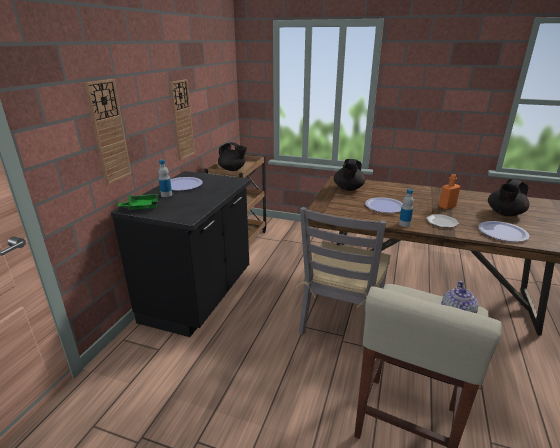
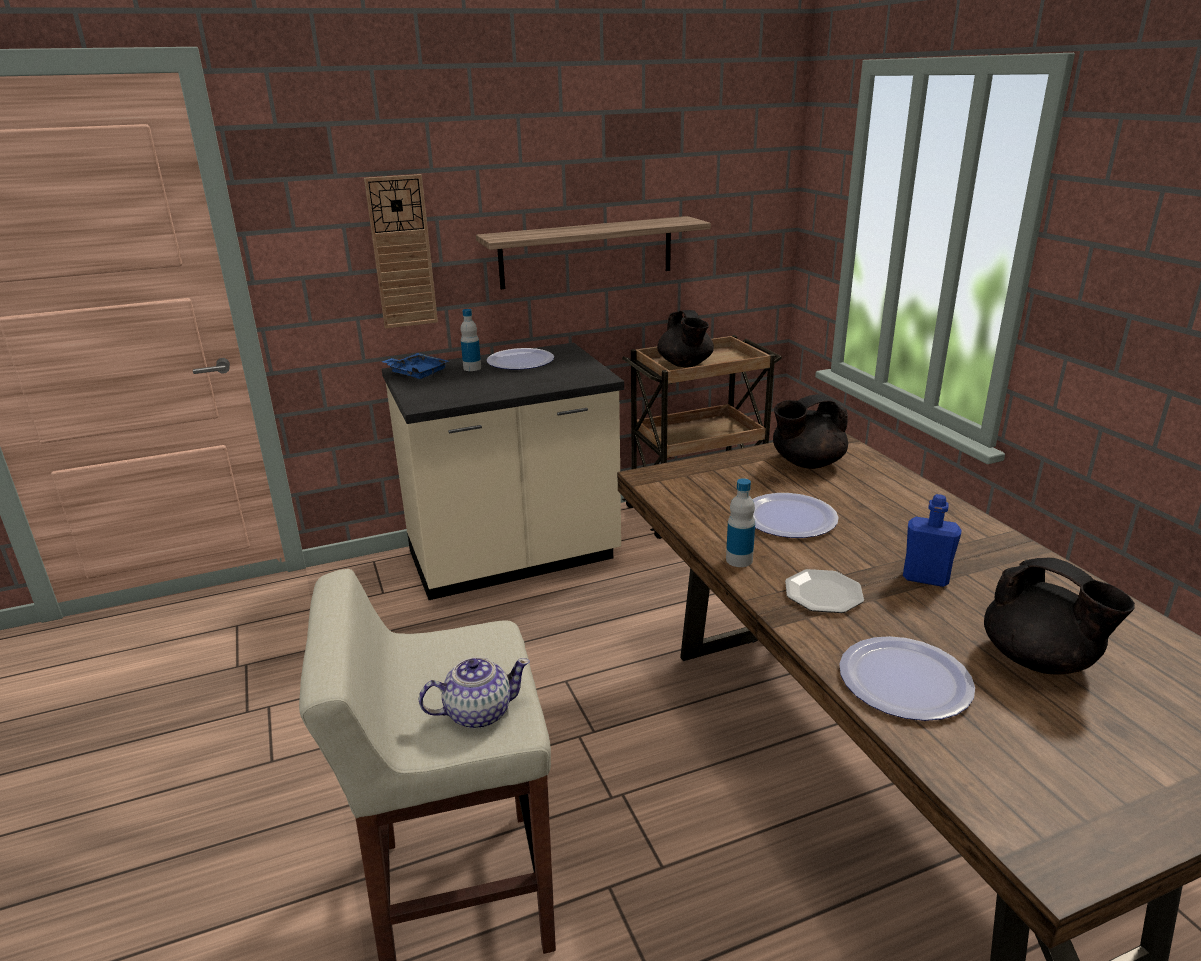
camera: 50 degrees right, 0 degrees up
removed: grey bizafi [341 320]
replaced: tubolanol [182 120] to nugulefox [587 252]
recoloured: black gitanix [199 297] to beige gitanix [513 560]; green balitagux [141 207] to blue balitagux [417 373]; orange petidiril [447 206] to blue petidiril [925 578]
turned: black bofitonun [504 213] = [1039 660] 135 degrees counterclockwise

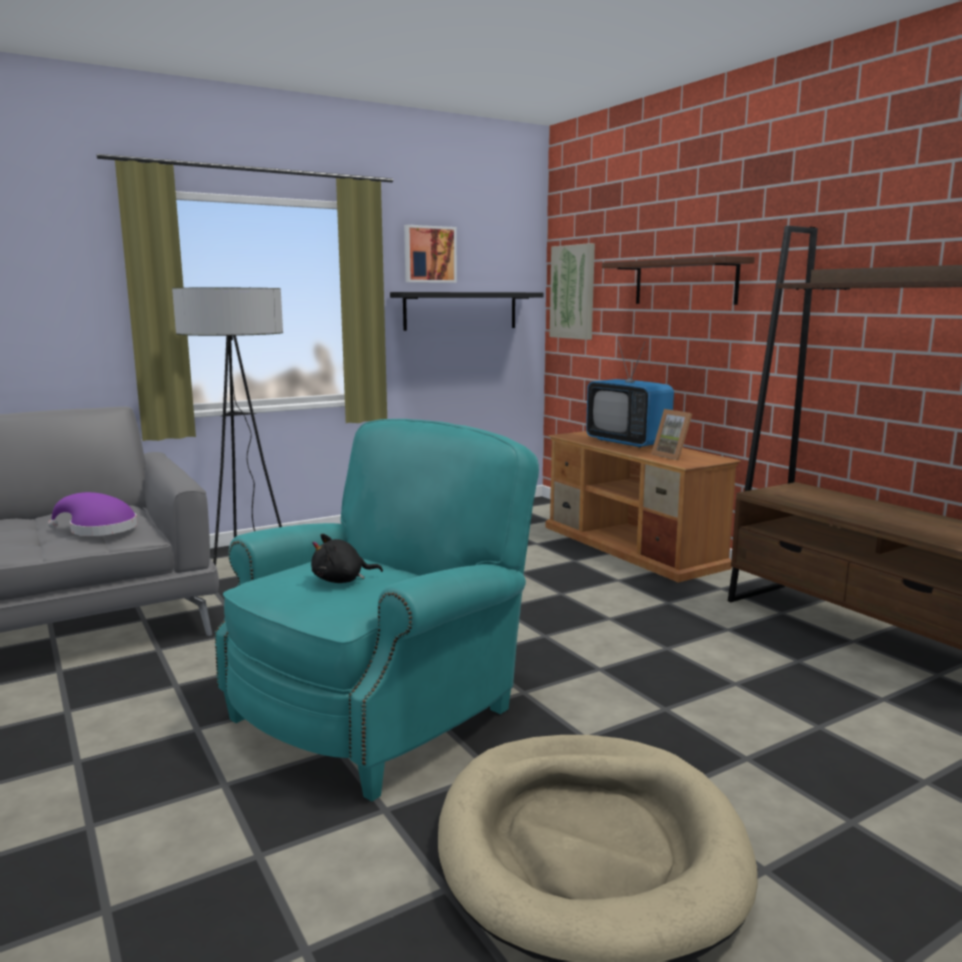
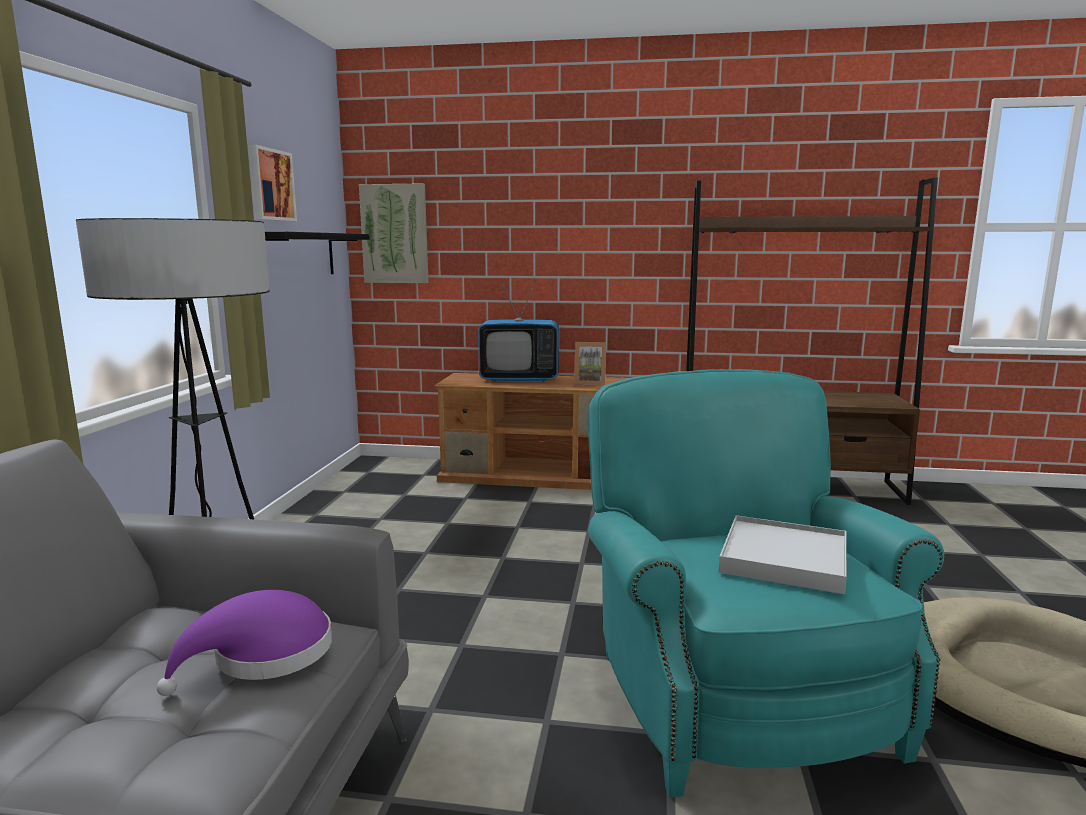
camera: 50 degrees left, 0 degrees up
removed: brown nugulefox [684 282]
replaced: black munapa [342 580] to white balitagux [784 559]

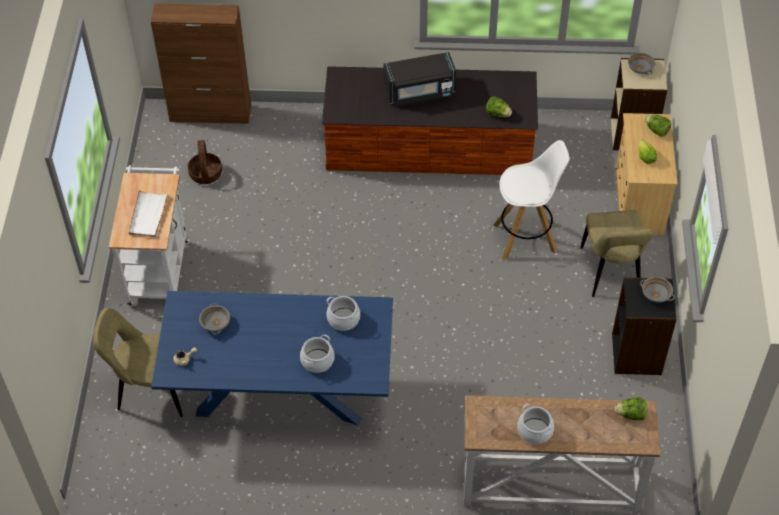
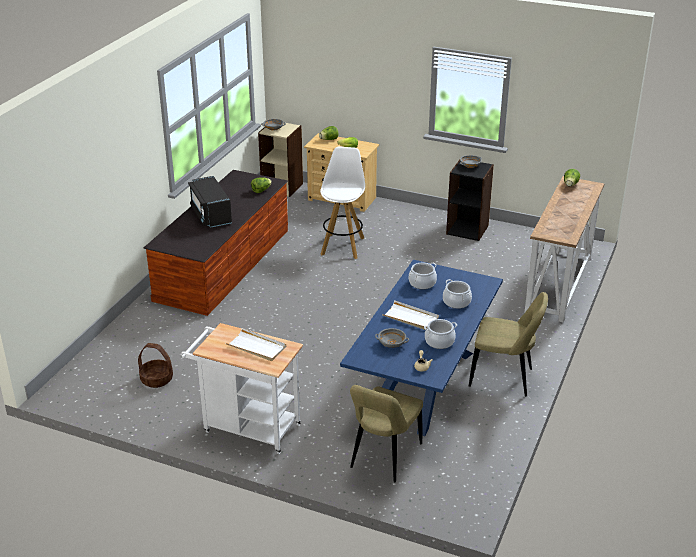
camera: 70 degrees left, 20 degrees down
removed: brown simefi [211 113]
added: white balitagux [411 318]
moved: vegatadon [535 431] to [439 341]; beige bizafi [611 273] to [504 378]
turned: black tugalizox [419 92] = [211 214] 150 degrees clockwise

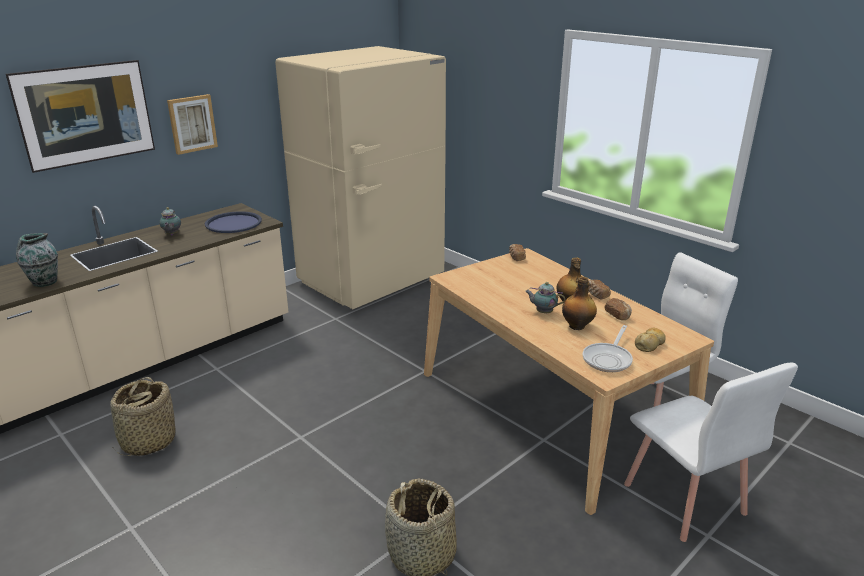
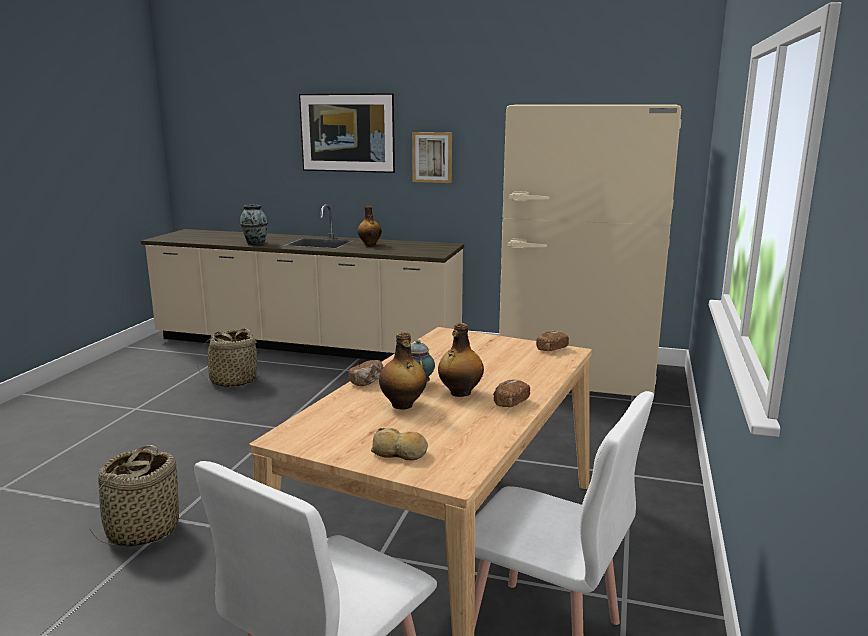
camera: 60 degrees right, 10 degrees down
removed: blue balitagux [233 223]; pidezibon [608 359]
moved: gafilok [617 315] to [367 381]
replaced: bofitonun [172 234] to petidiril [370 244]

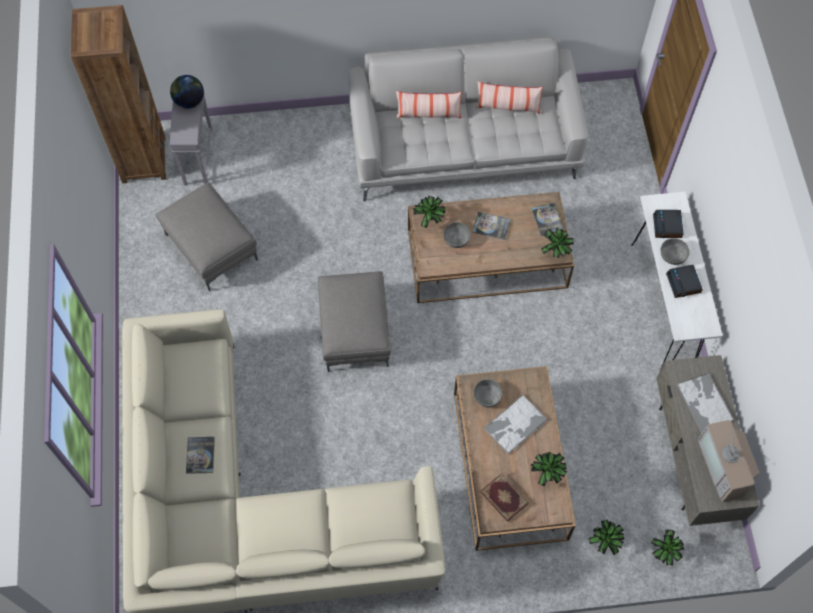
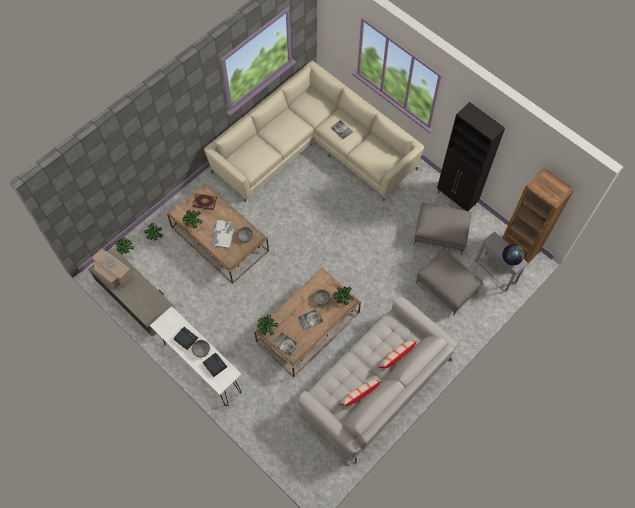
camera: 140 degrees right, 0 degrees up
removed: balitagux [704 402]
added: black simefi [456 199]
moved: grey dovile [354 330] to [447 287]

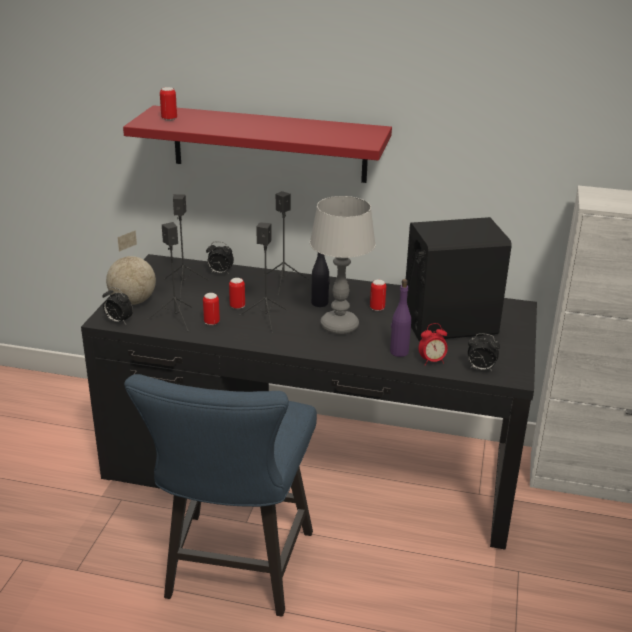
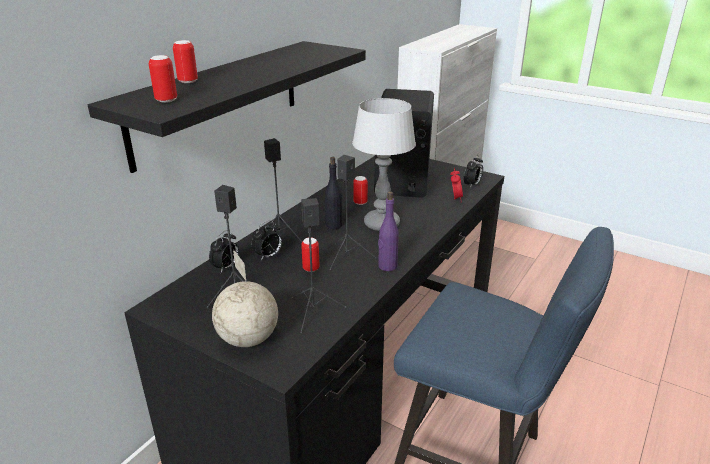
camera: 70 degrees left, 0 degrees up
moved: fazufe [118 321] to [268 256]; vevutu [211 322] to [188 81]; purple petidiril [399 352] to [387 266]
recoloured: red nugulefox [269 144] to black nugulefox [219 101]

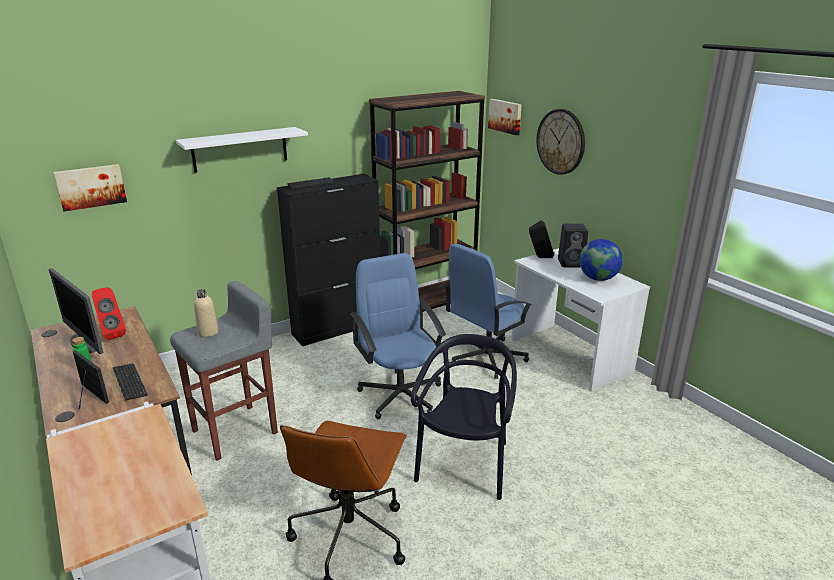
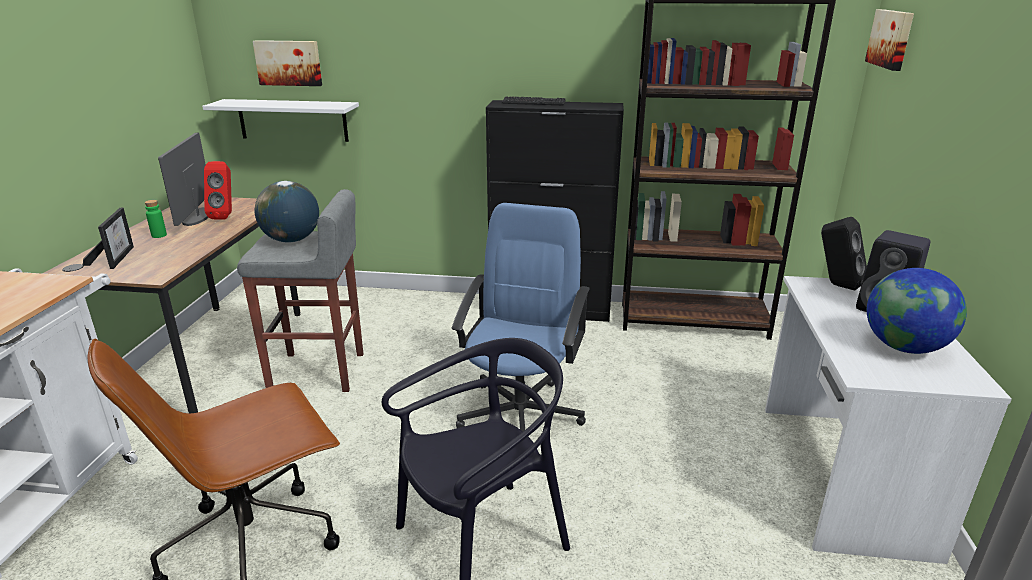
camera: 40 degrees right, 0 degrees up
removed: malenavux [130 382]; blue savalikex [486 357]; tubolanol [561 142]
moved: white nugulefox [240 149] to [293 120]
replaced: beige petidiril [208 332] to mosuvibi [292 240]

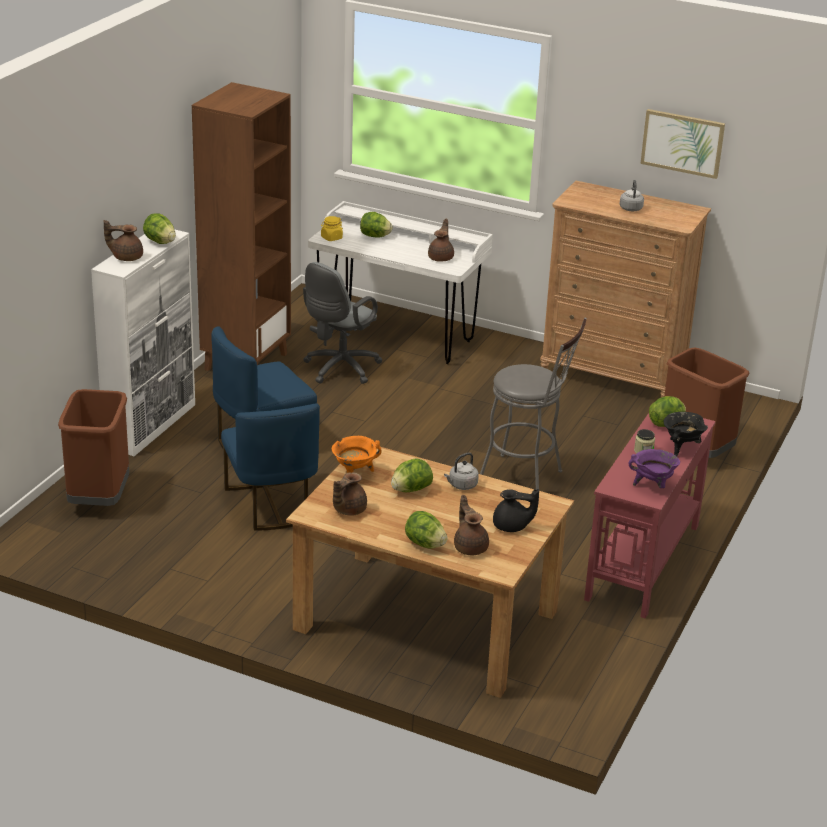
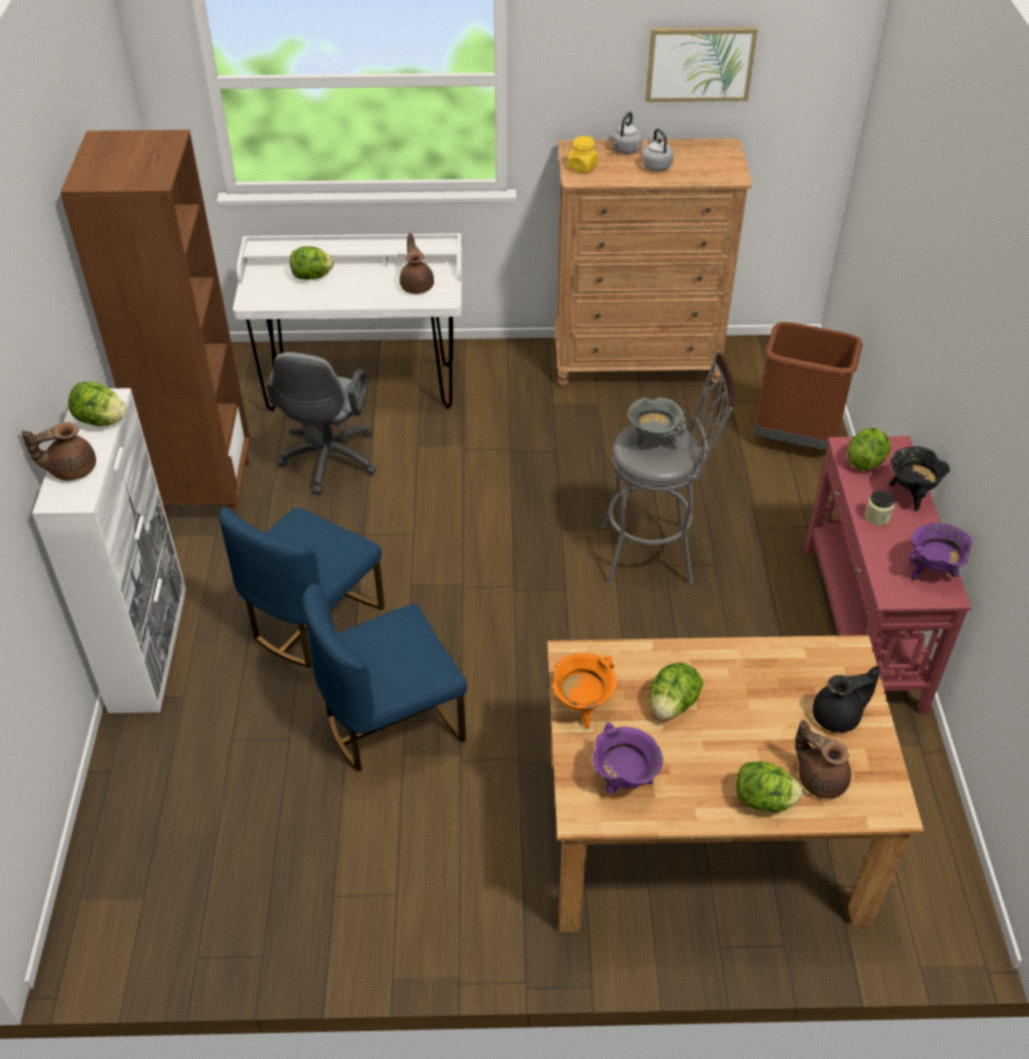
camera: 25 degrees left, 15 degrees up
removed: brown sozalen [99 498]
added: grey vegatadon [653 442]
moved: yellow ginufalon [331 238] to [582 167]; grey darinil [461 485] to [625 150]
replaced: brown bofitonun [348 510] to purple vegatadon [623 780]
turned: blue bizafi [271 505] = [391 722] 105 degrees clockwise

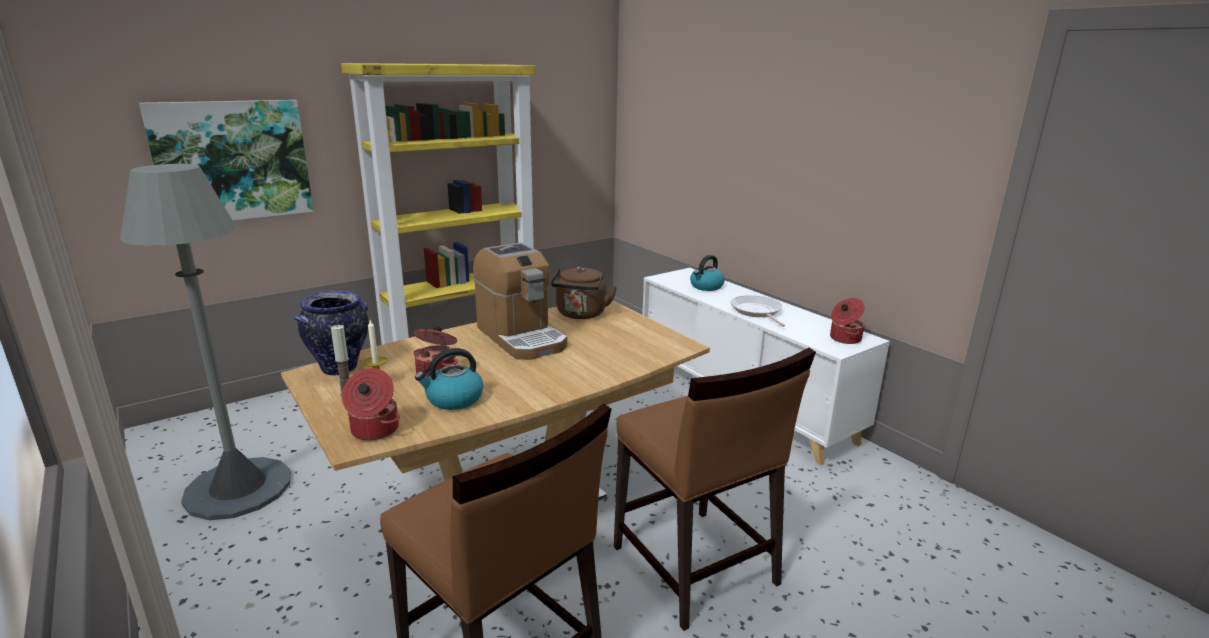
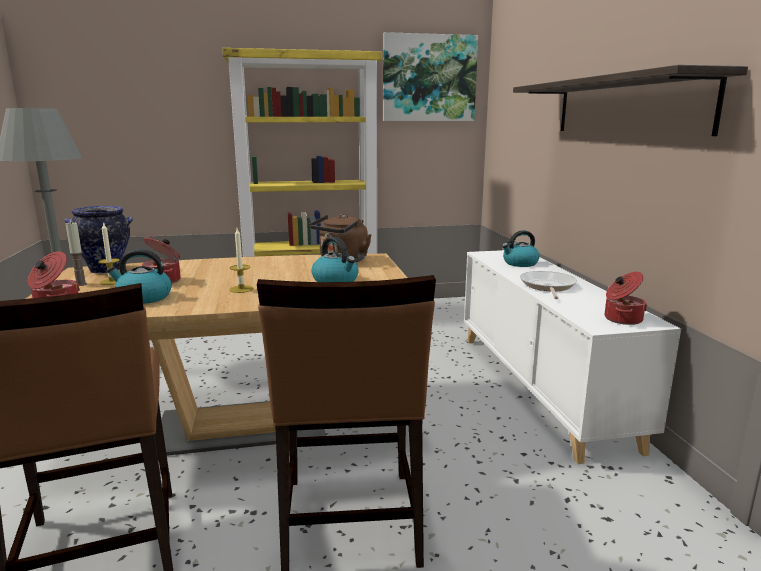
camera: 25 degrees right, 5 degrees down
removed: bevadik [521 337]
added: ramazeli [241 289]; darinil [336 281]; nugulefox [626 106]
moved: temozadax [232 161] to [429 78]

